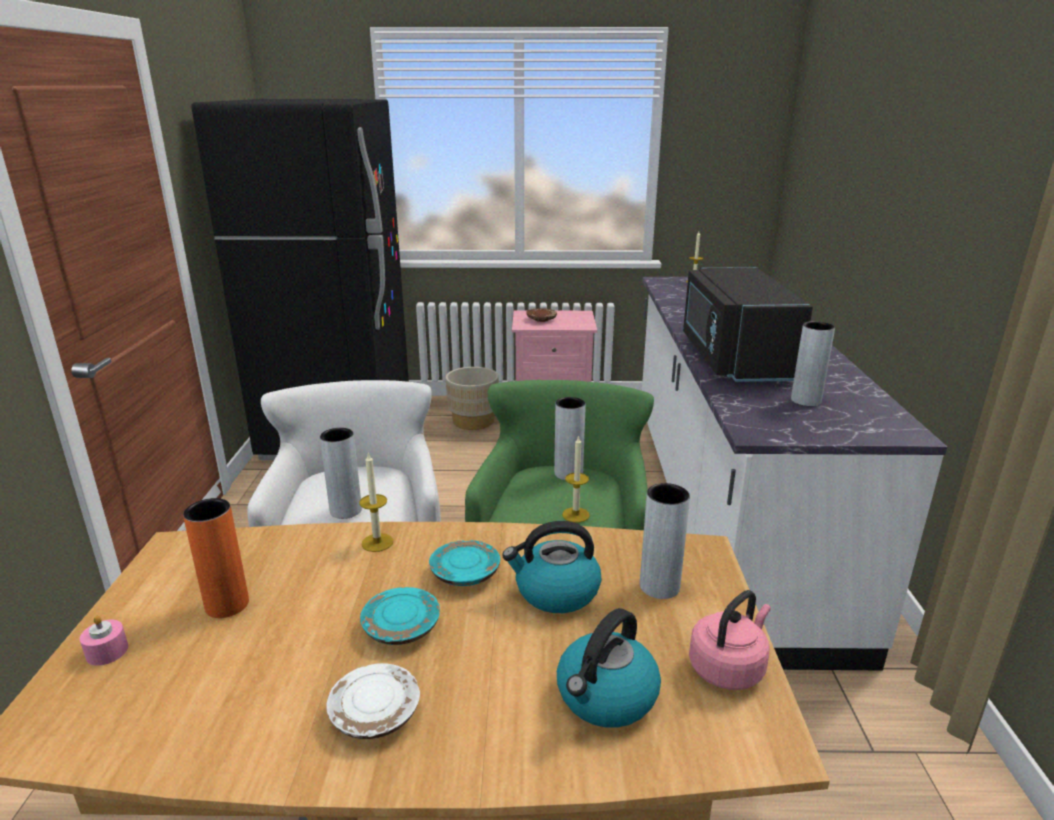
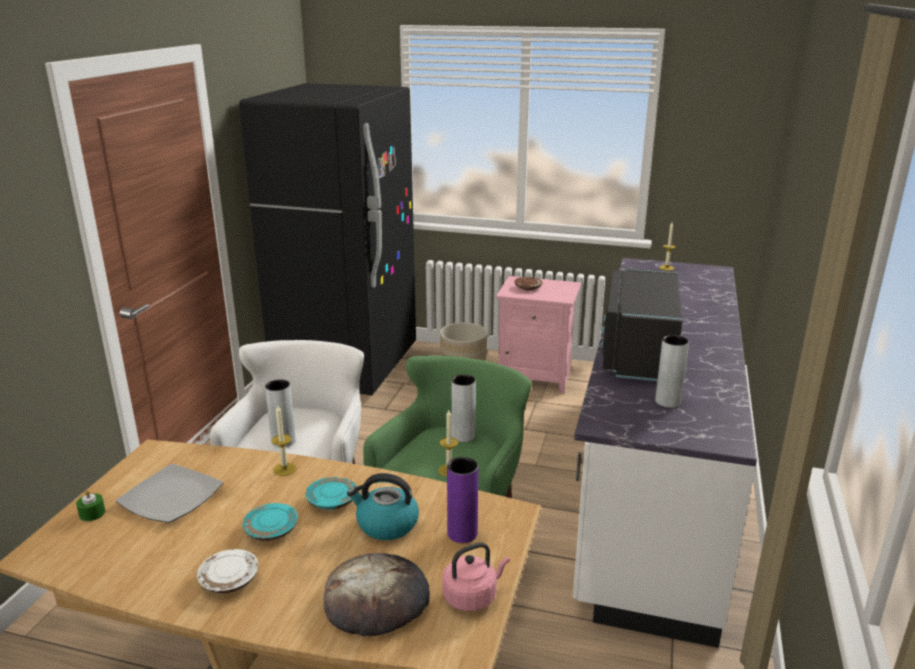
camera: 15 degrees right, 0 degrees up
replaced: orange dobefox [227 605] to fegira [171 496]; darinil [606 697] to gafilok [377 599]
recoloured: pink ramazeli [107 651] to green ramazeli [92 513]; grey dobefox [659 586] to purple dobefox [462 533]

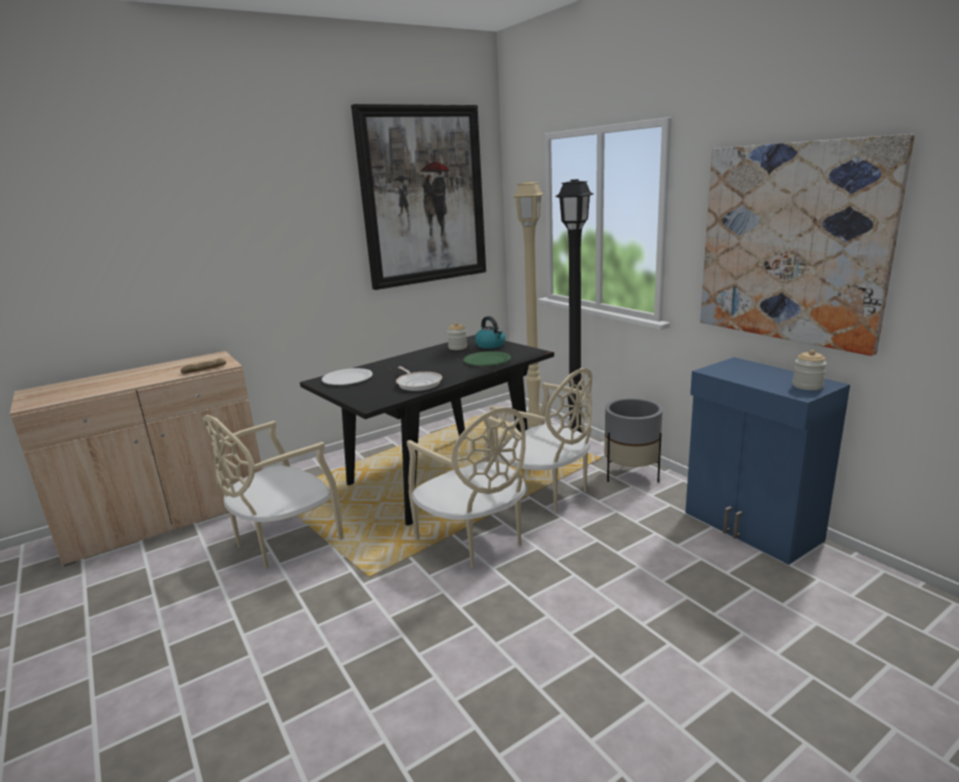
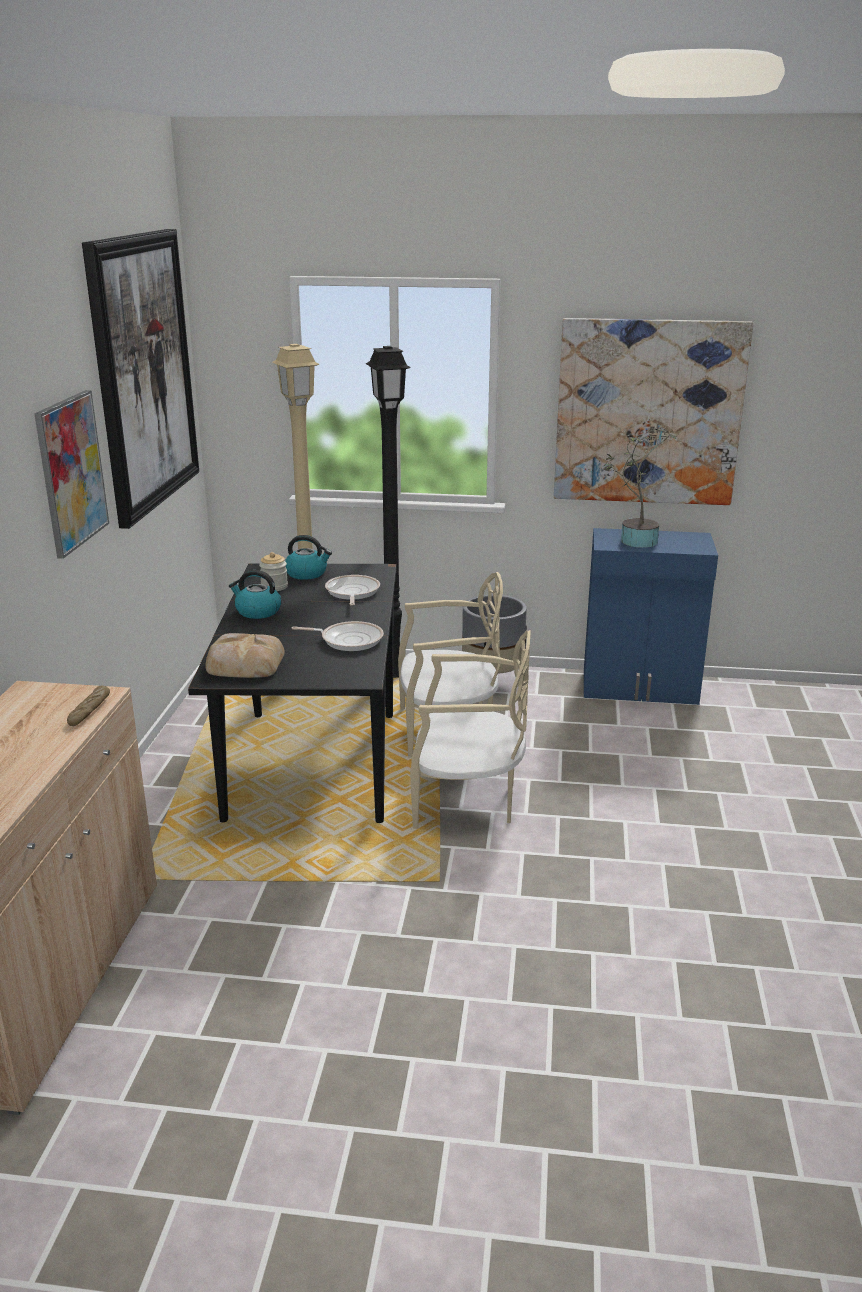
camera: 50 degrees left, 5 degrees up
removed: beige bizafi [284 541]; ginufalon [807 386]
added: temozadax [71 472]; darinil [257 611]; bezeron [634 541]
replaced: white fegira [347 378] to gafilok [244 663]; green fegira [486 360] to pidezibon [352 592]

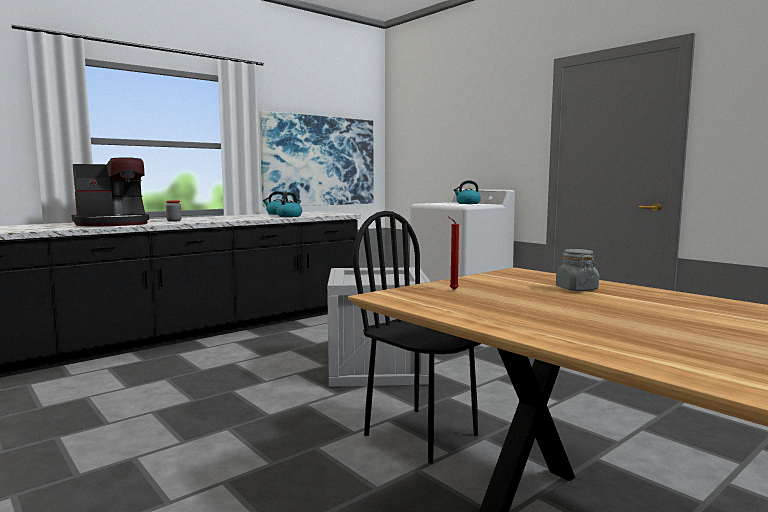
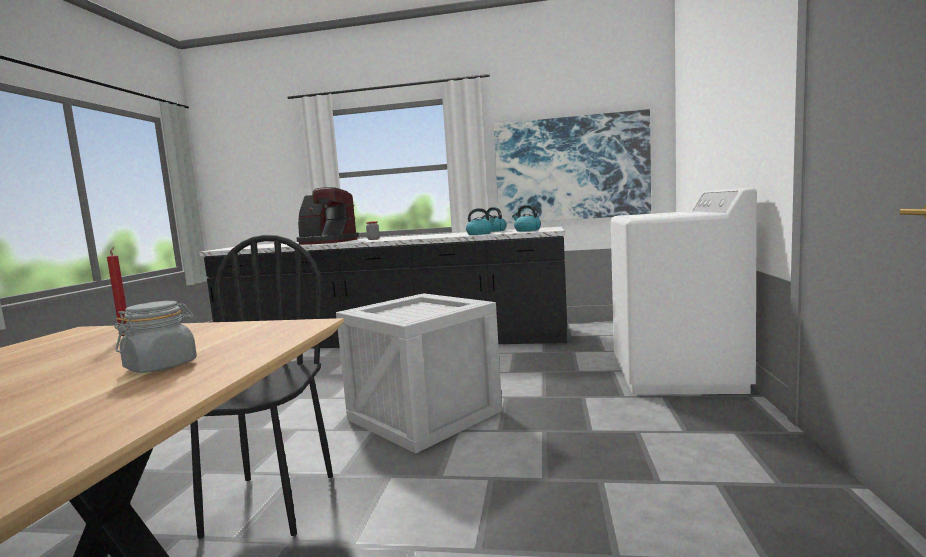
camera: 50 degrees right, 0 degrees up
moved: darinil [467 203] to [527 230]

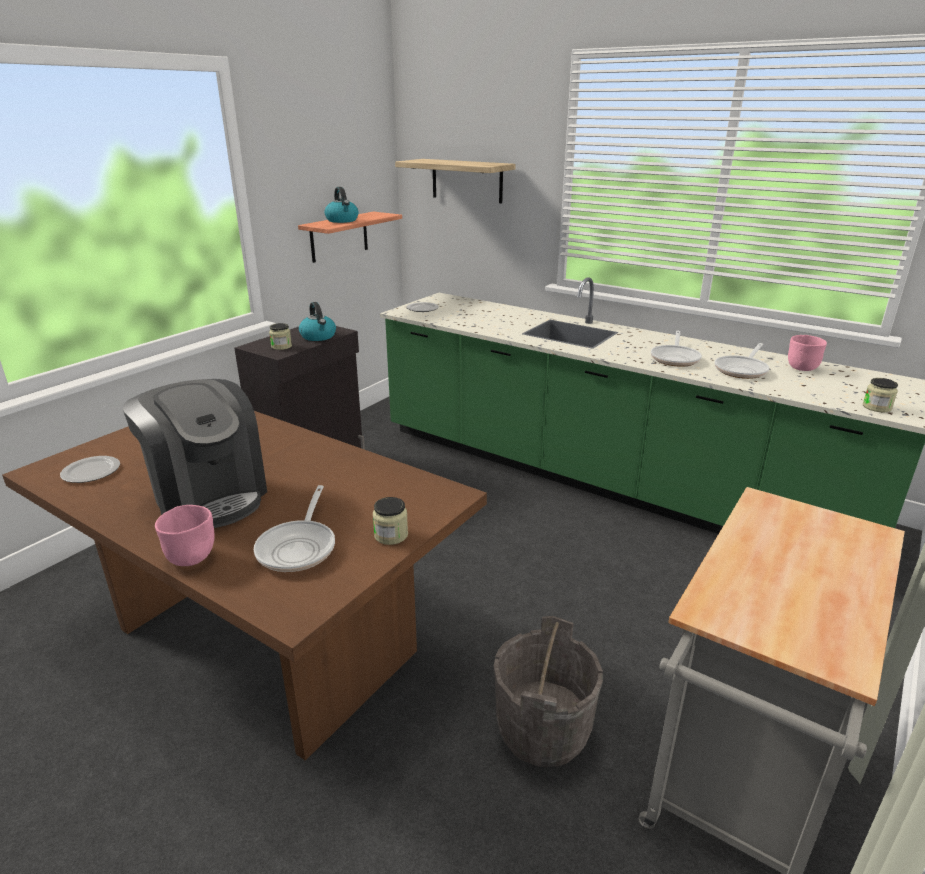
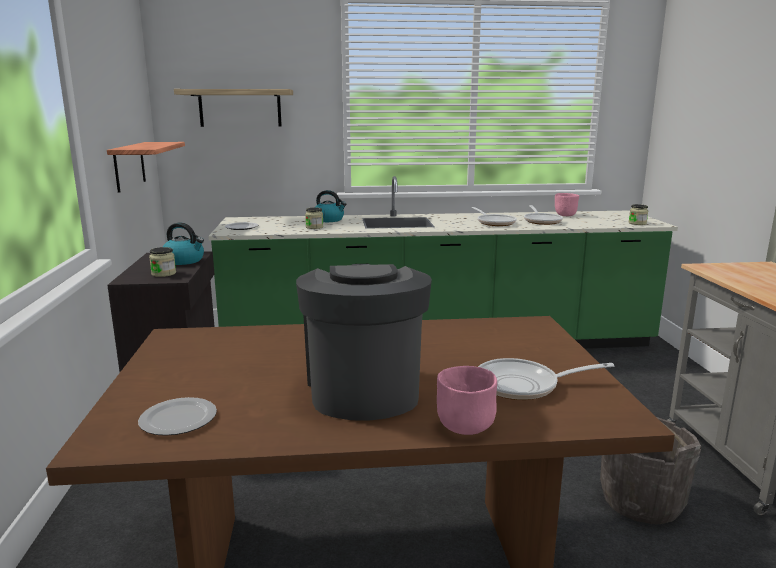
camera: 40 degrees left, 10 degrees down
moved: darinil [342 220] to [329 220]; ginufalon [391 535] to [314 227]
turned: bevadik [209 496] = [363 388] 105 degrees counterclockwise; pidezibon [299 547] = [523 385] 120 degrees clockwise

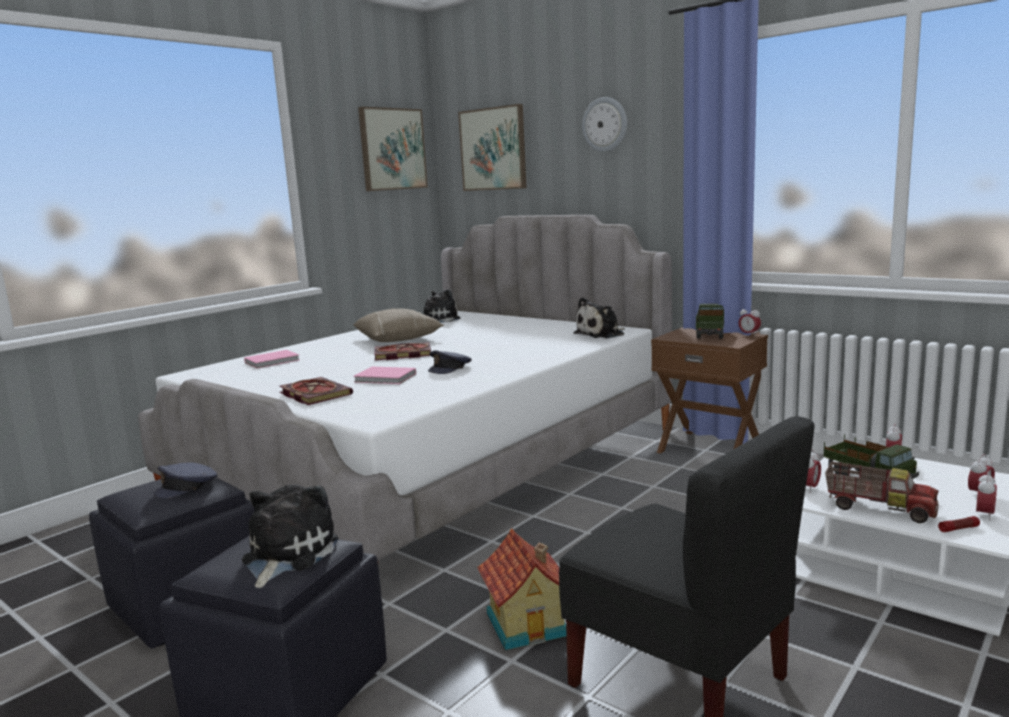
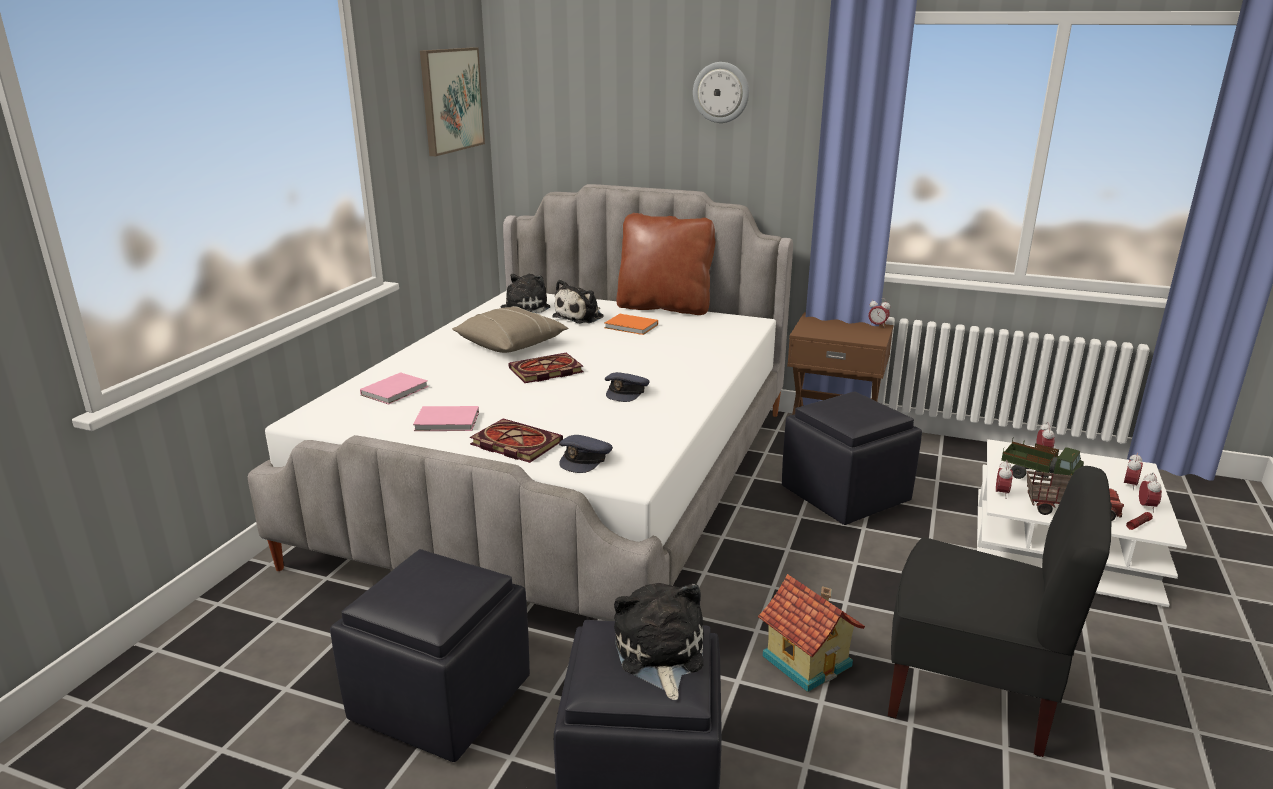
camera: 20 degrees left, 10 degrees up
removed: temozadax [493 149]; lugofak [710 335]
added: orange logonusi [632 327]; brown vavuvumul [665 307]; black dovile [845 494]
moved: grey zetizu [188 487] to [585 459]; pink logonusi [386 378] to [448 422]; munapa [602 334] to [581 316]

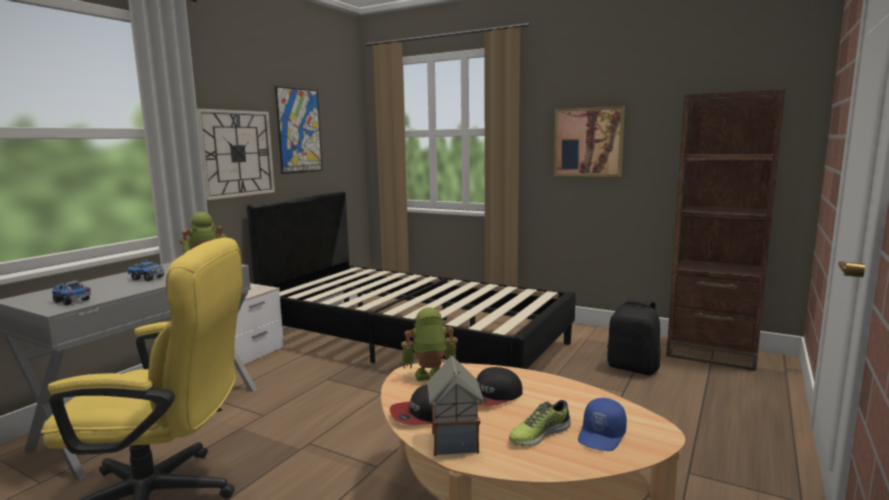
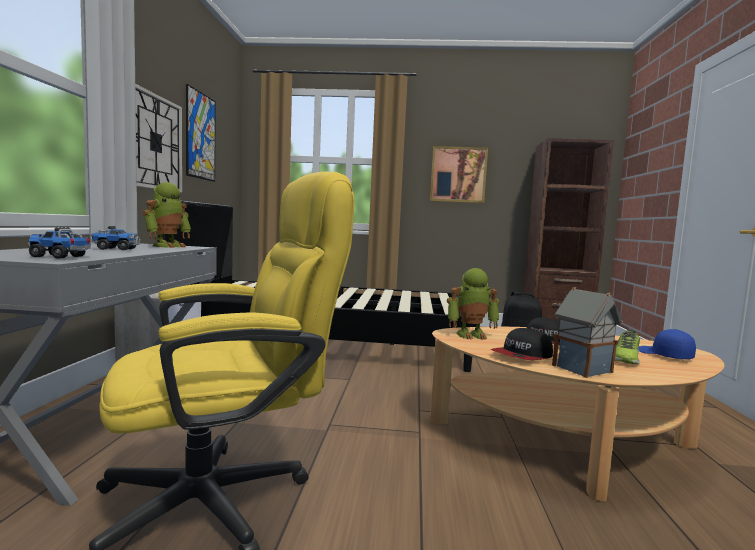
camera: 25 degrees left, 5 degrees down
turned: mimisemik [429 376] = [471 335] 150 degrees counterclockwise; blue zetizu [602 436] = [664 355] 150 degrees clockwise

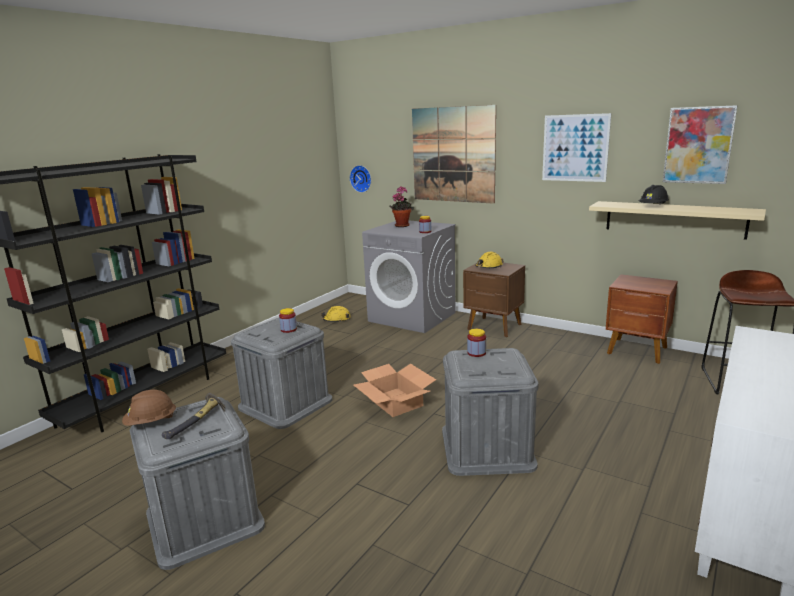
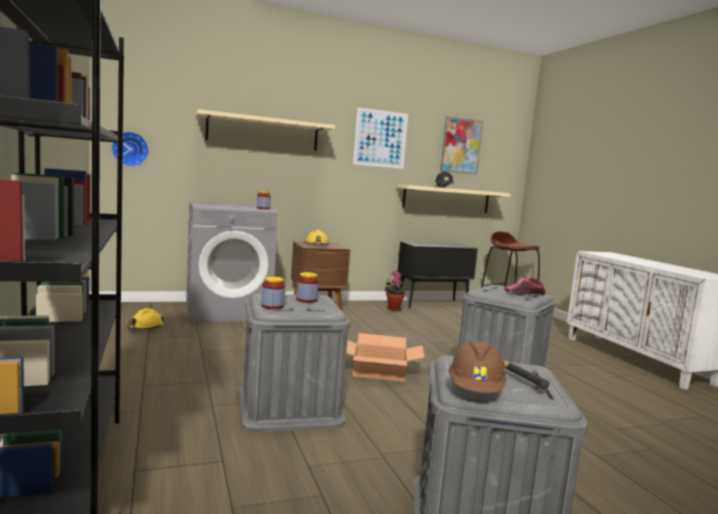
camera: 55 degrees left, 10 degrees down
added: zetizu [525 293]
moved: bezeron [402 225] to [393 309]; ginufalon [476 353] to [272 306]
replaced: temozadax [453 155] to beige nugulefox [263 132]; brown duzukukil [637 351] to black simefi [433 304]

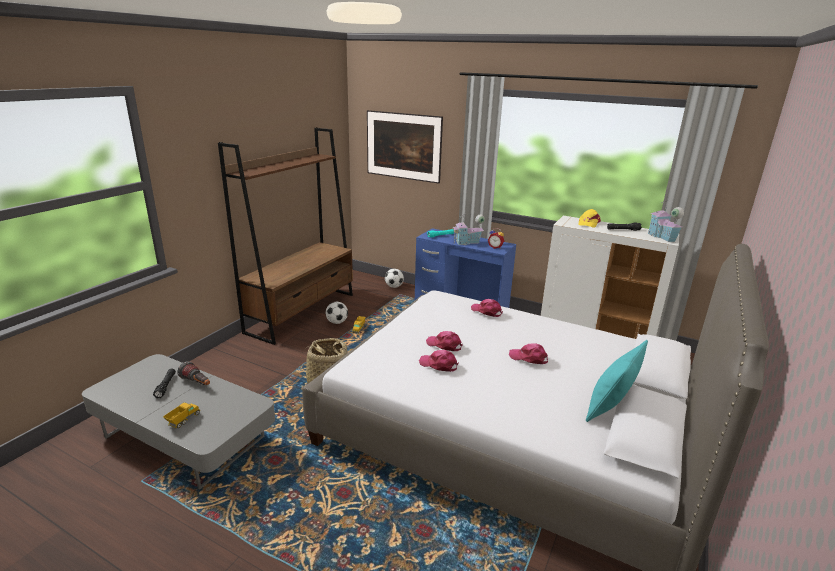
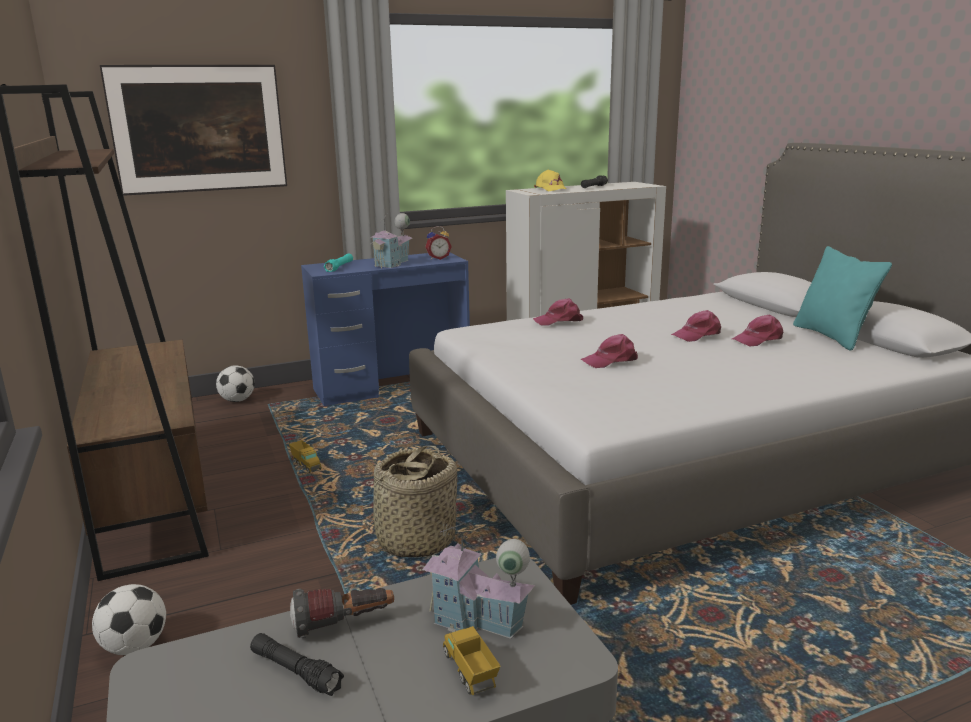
camera: 50 degrees left, 5 degrees down
moved: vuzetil [337 322] to [135 646]; pink zetizu [439 364] to [758 339]; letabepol [661 237] to [477 621]

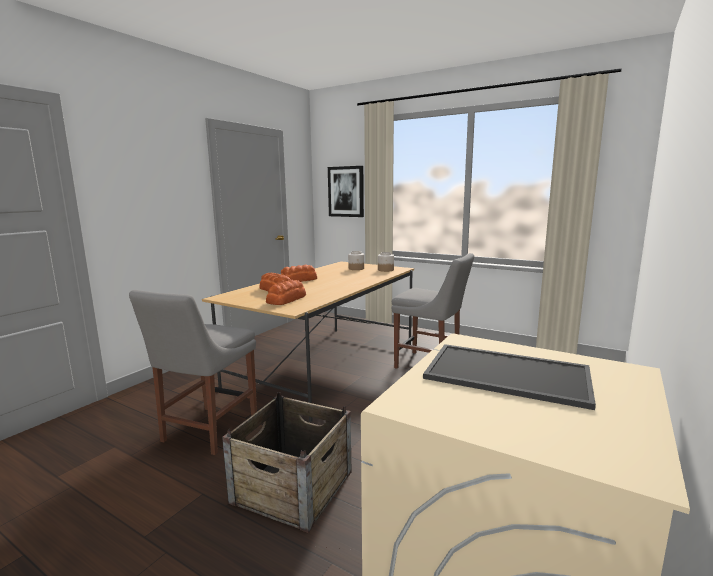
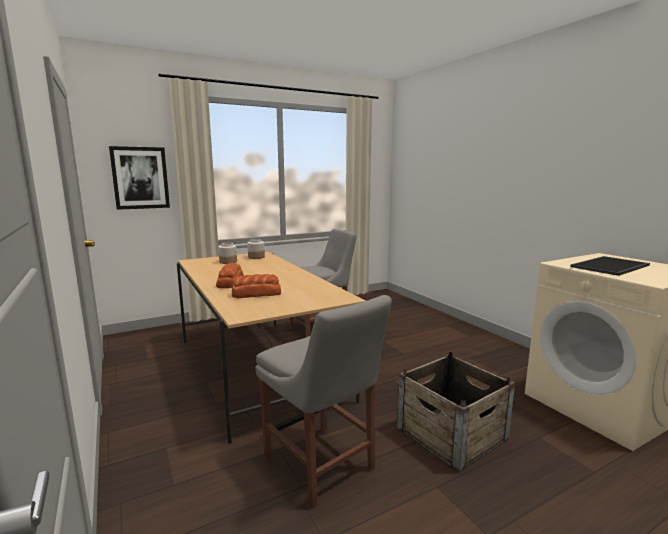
camera: 60 degrees left, 0 degrees up
removed: gafilok [287 299]

